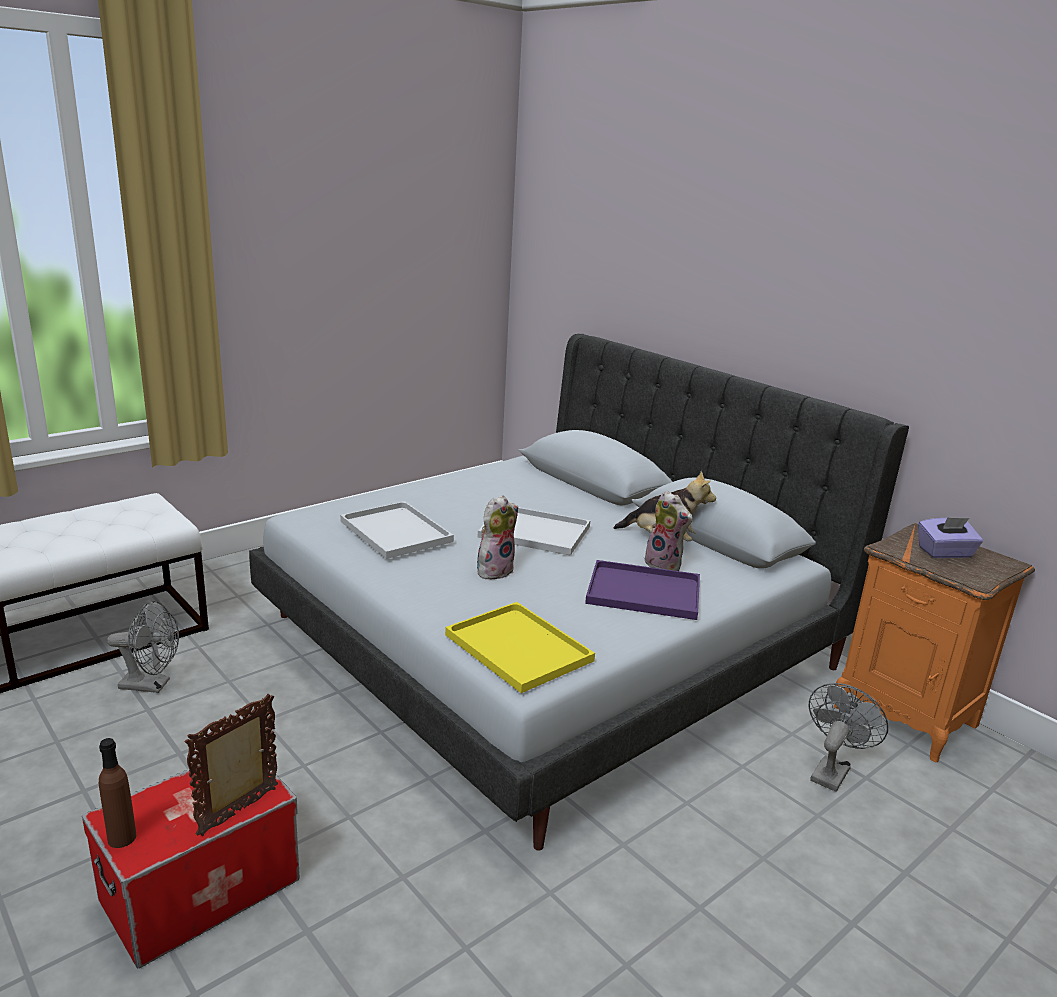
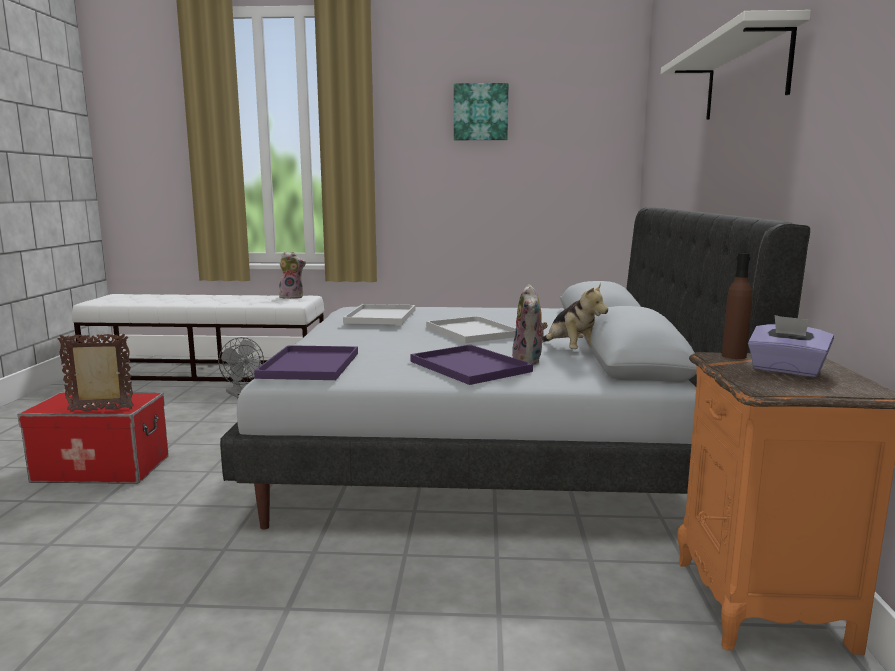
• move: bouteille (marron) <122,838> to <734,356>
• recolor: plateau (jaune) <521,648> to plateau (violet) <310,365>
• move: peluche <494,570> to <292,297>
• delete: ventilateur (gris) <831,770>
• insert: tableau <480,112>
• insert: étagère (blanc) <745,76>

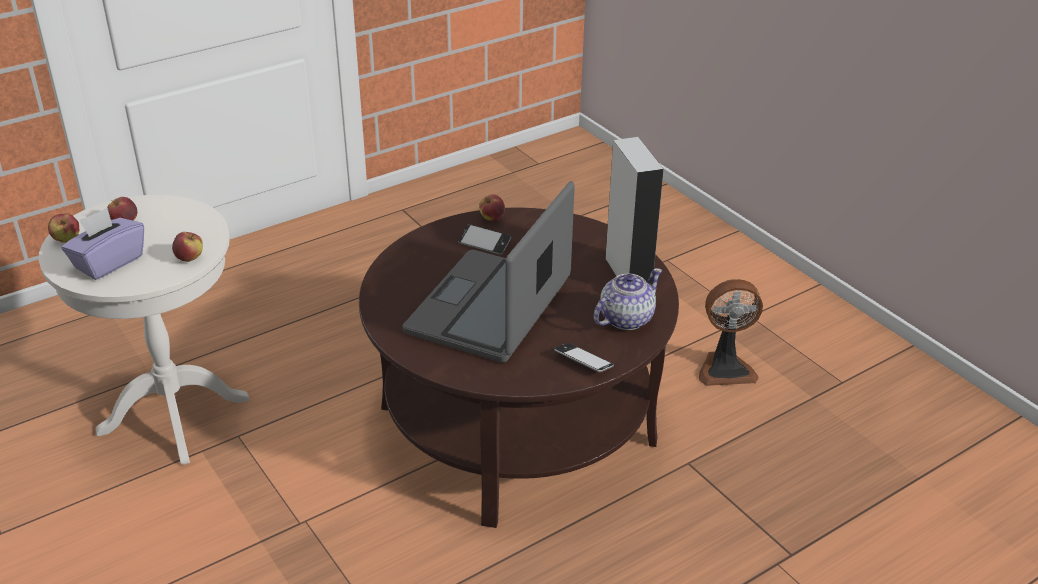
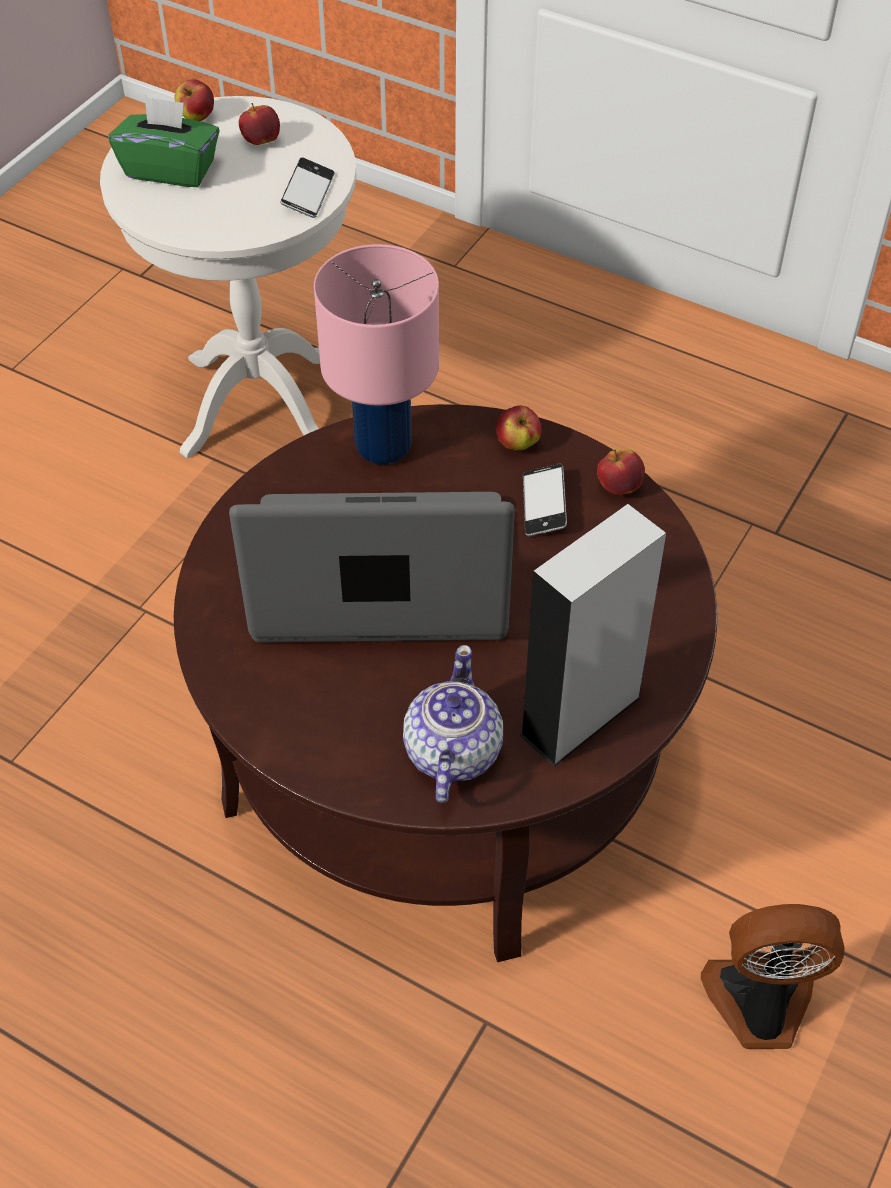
• recolor: boîte à mouchoirs (violet) <108,262> to boîte à mouchoirs (vert) <170,169>
• move: pomme <190,258> to <517,444>
• move: téléphone <583,362> to <308,193>
• rotate: théière <625,319> = <451,753> 105 degrees counterclockwise
• rotate: ventilateur <725,368> = <760,1005> 120 degrees clockwise
• insert: lampe de table (rose) <383,445>

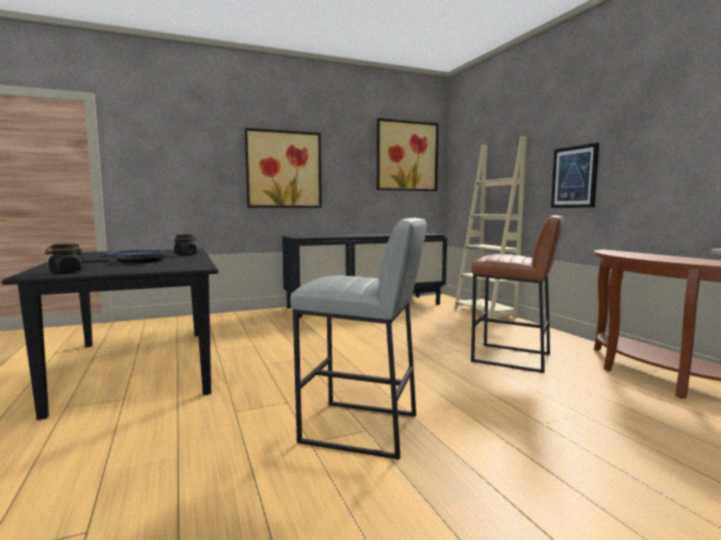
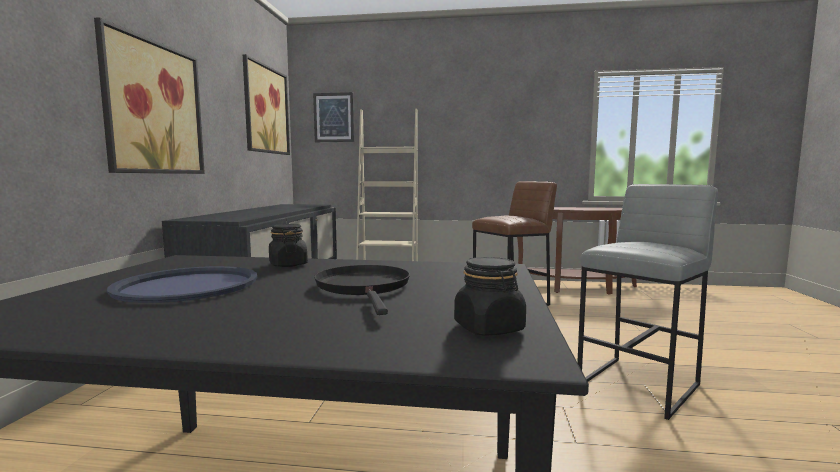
• move: tableau <574,177> to <334,117>

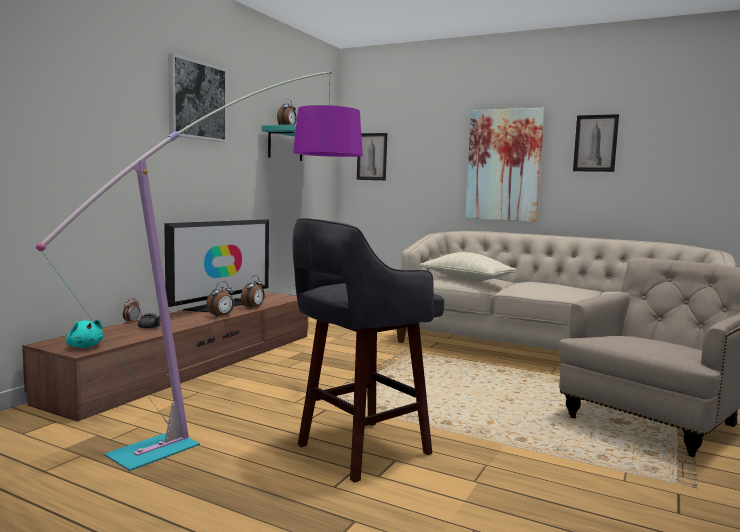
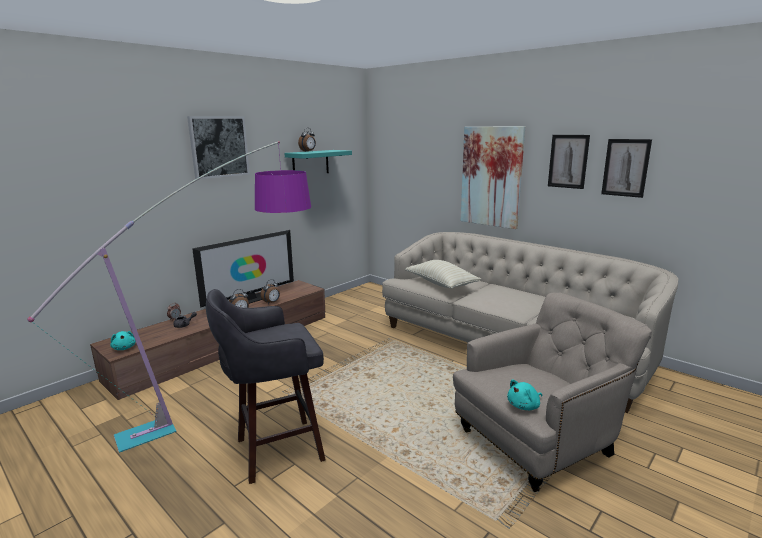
• move: tableau <372,156> to <625,167>
• insert: peluche (turquoise) <524,406>

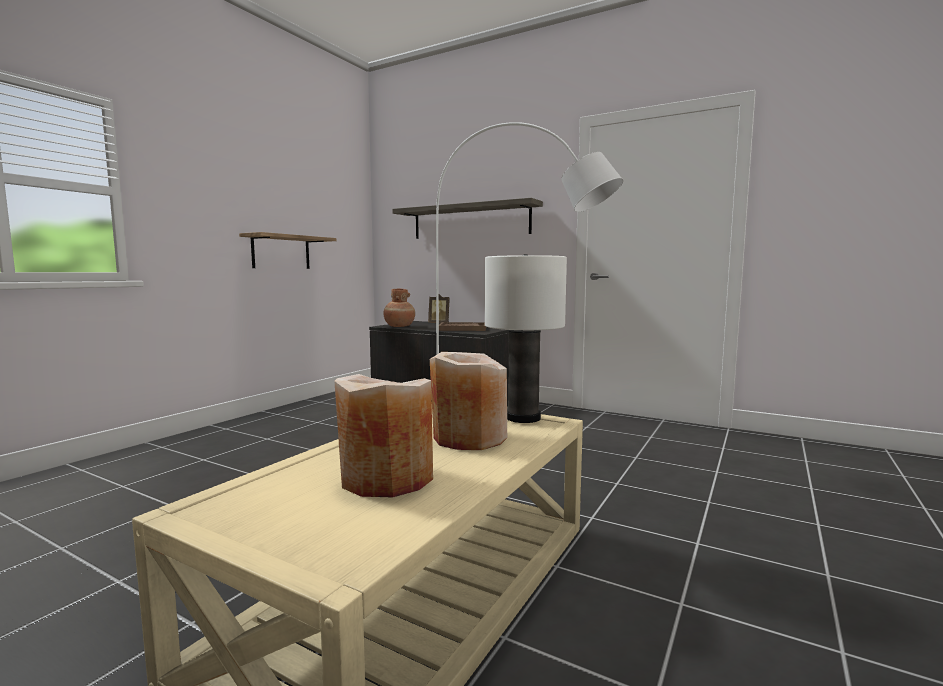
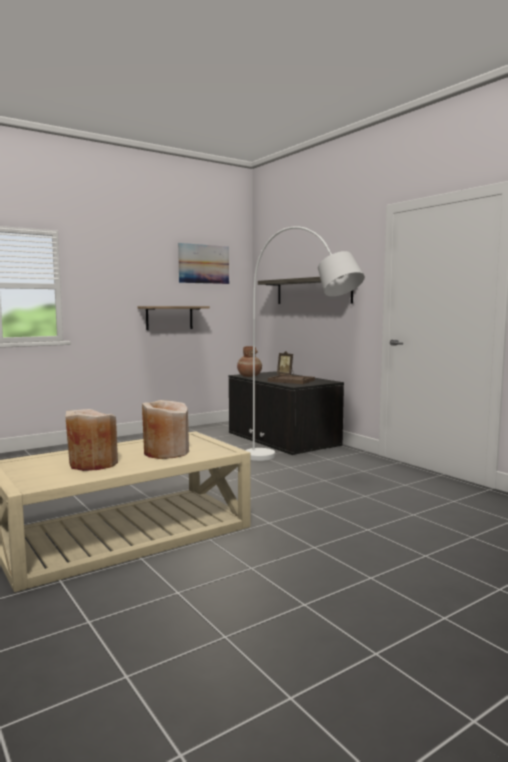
• delete: lampe de table (blanc) <523,418>
• insert: tableau <204,264>

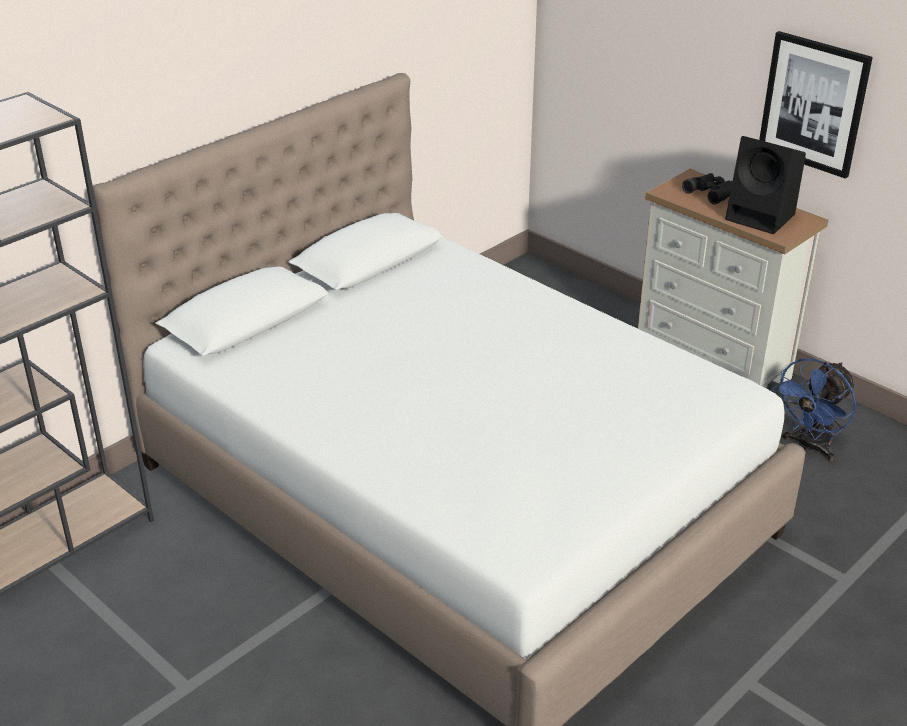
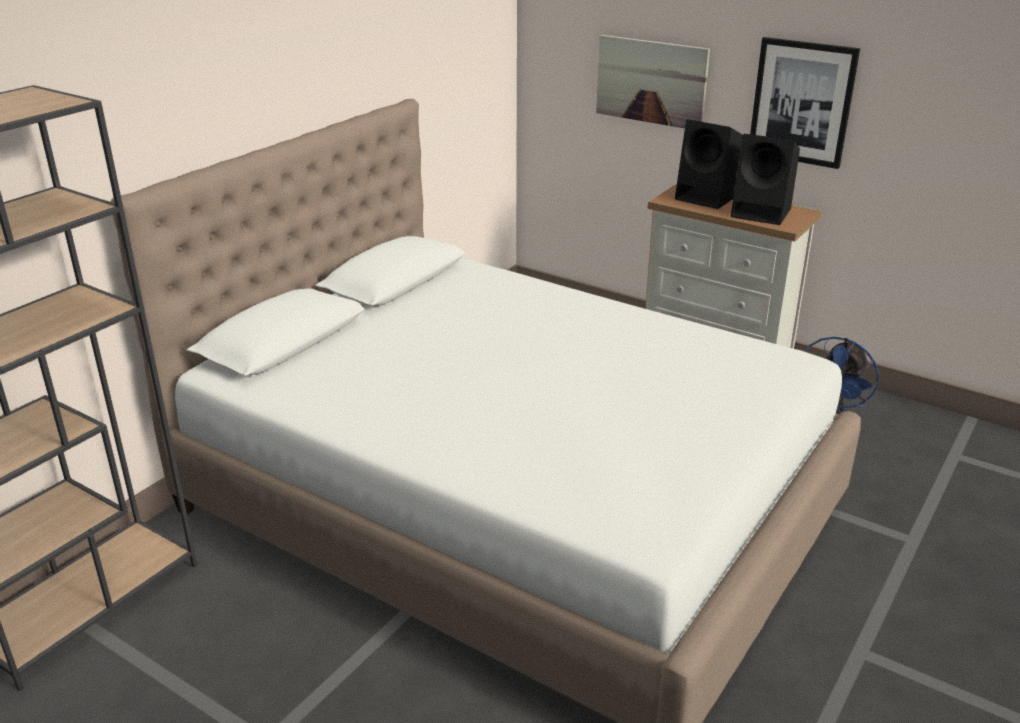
• replace: jumelles (noir) <712,192> to enceinte (noir) <708,197>
• insert: tableau <651,81>

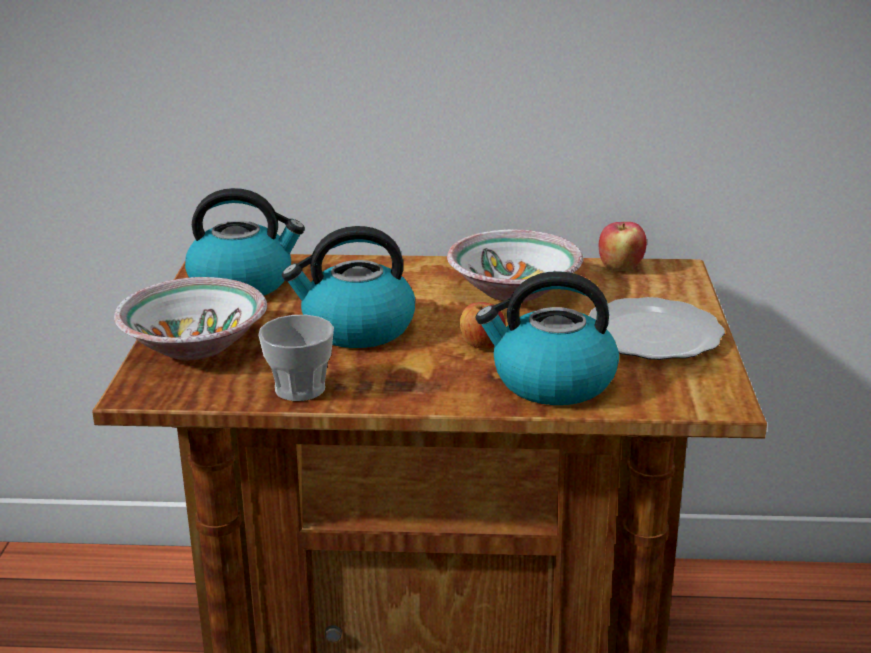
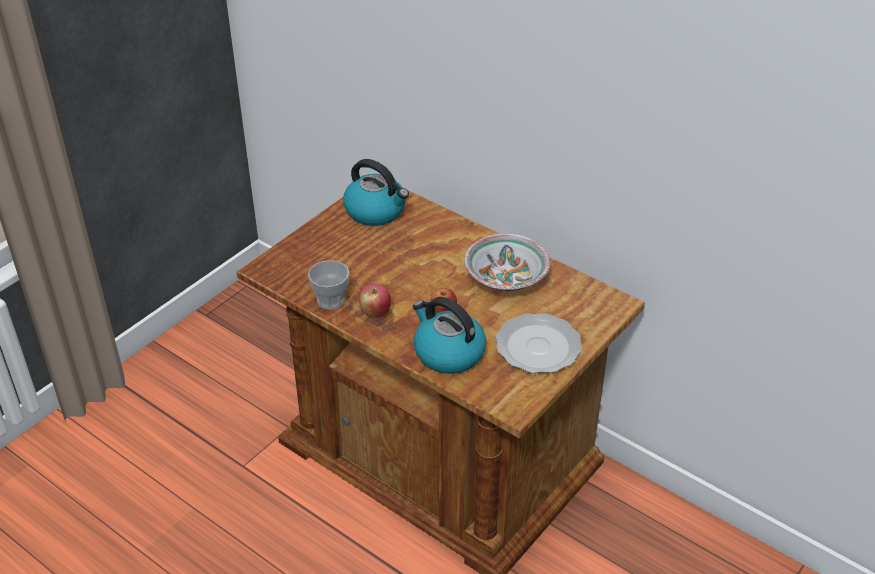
• delete: bol <196,345>
• delete: bouilloire <356,329>
• move: pomme <620,267> to <375,312>

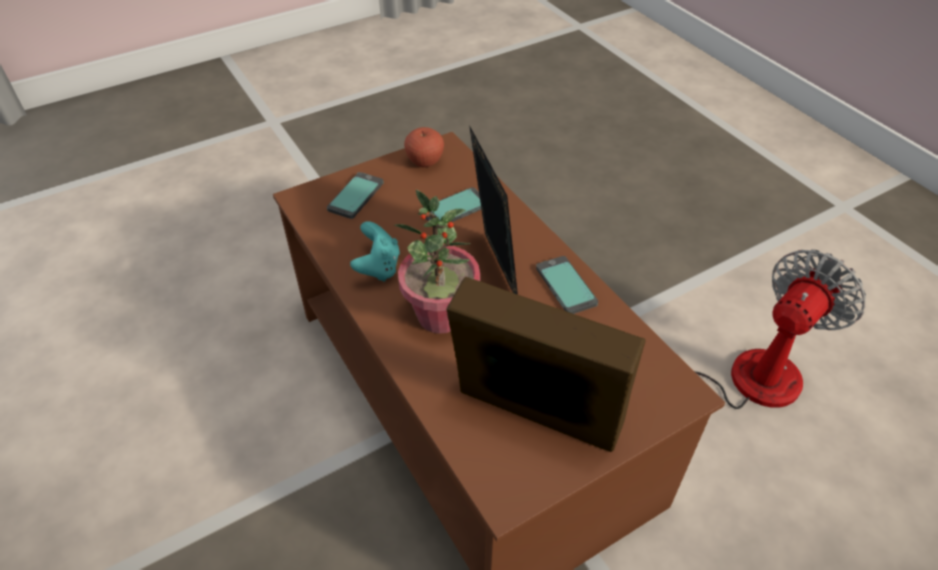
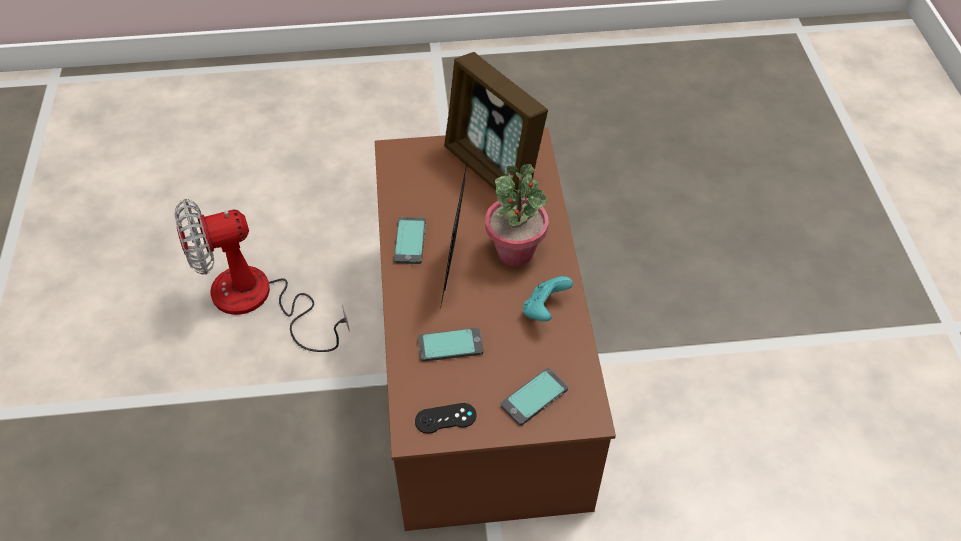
• replace: pomme <425,162> to manette (noir) <445,418>

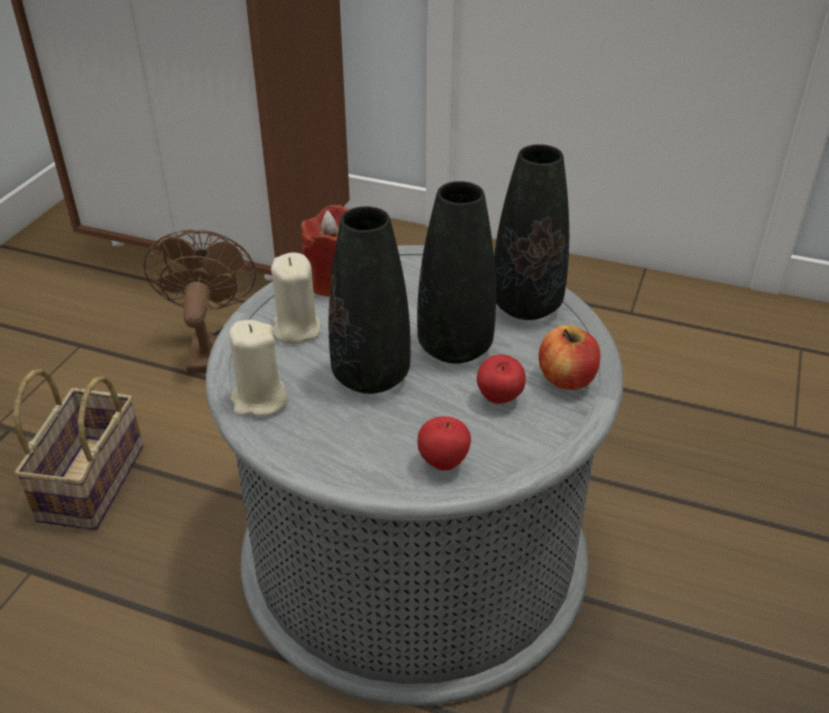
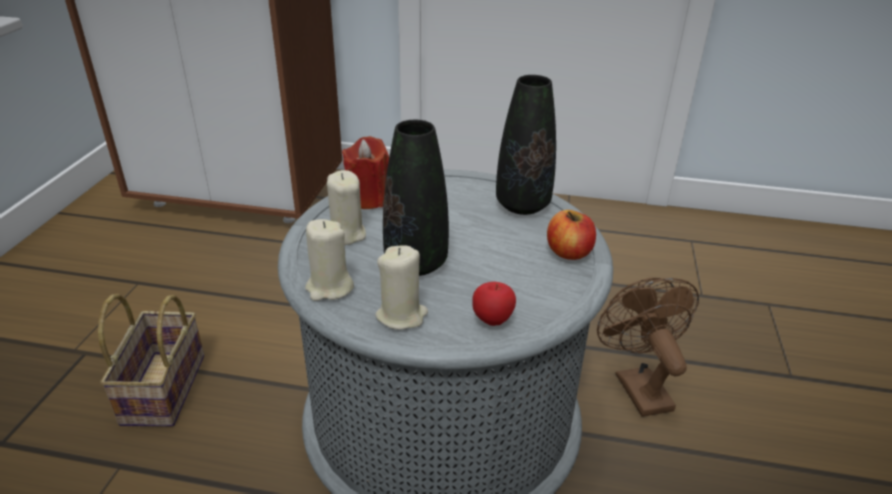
• move: ventilateur (marron) <209,347> to <637,385>
• delete: vase (noir) <455,348>
• delete: pomme <499,400>
• insert: bougie (beige) <401,315>

